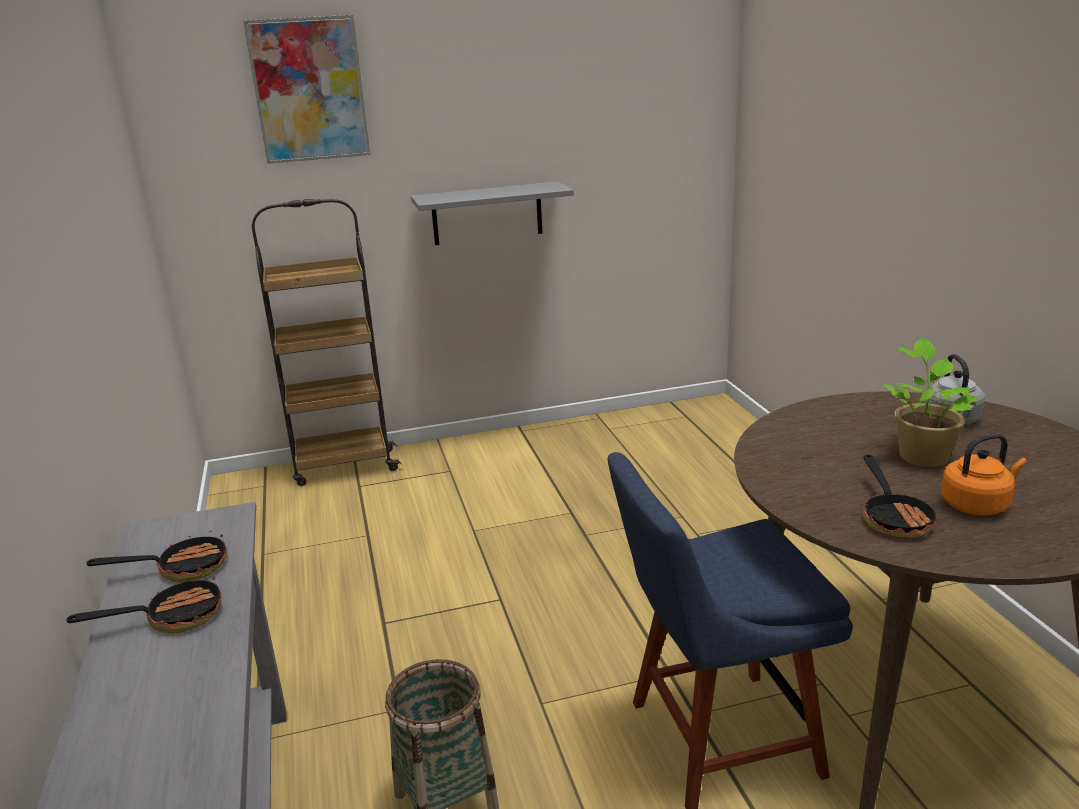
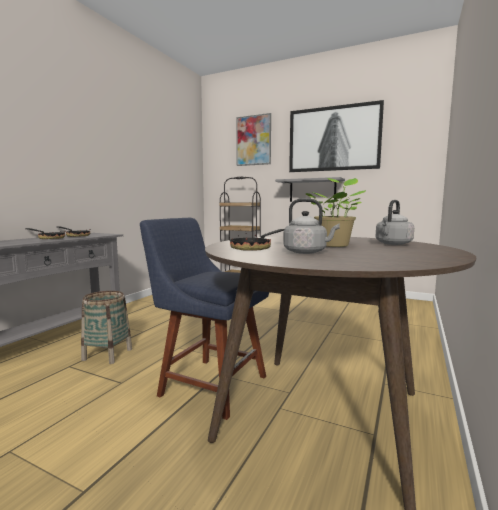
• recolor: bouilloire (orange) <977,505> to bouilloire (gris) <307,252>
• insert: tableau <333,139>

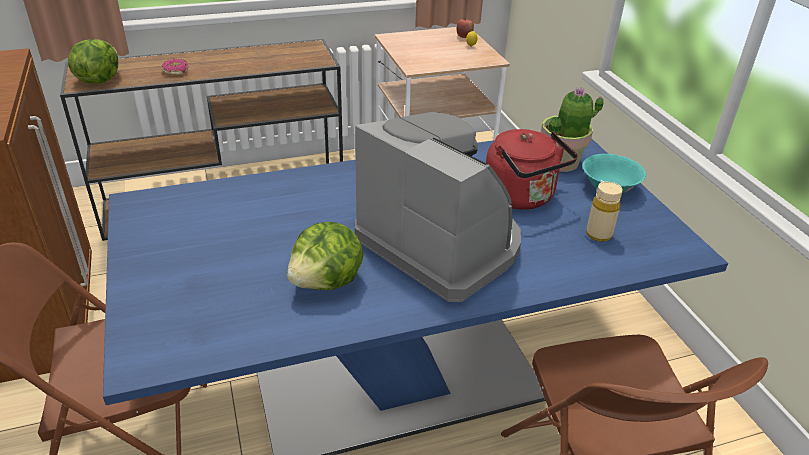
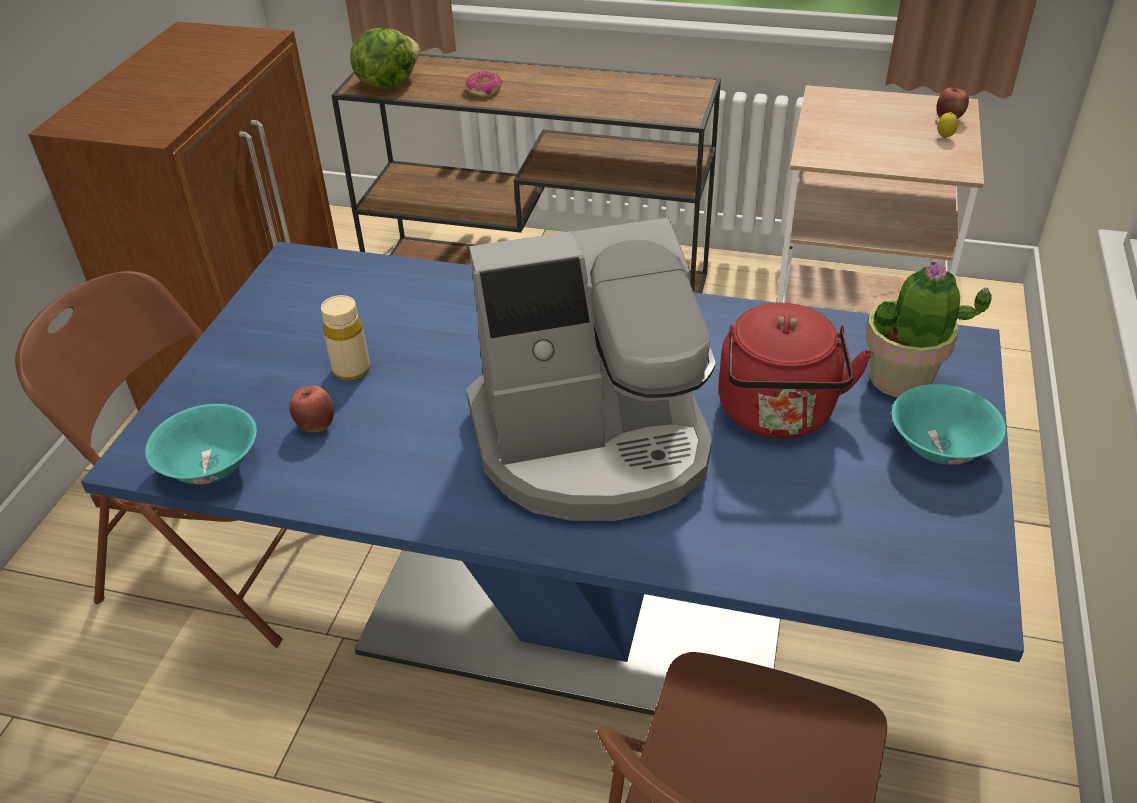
• delete: laitue <327,282>
• rotate: machine à café <442,244> = <593,443> 90 degrees clockwise
• move: bouteille (beige) <598,234> to <351,370>
• insert: bol (turquoise) <211,467>
• insert: pomme <316,425>

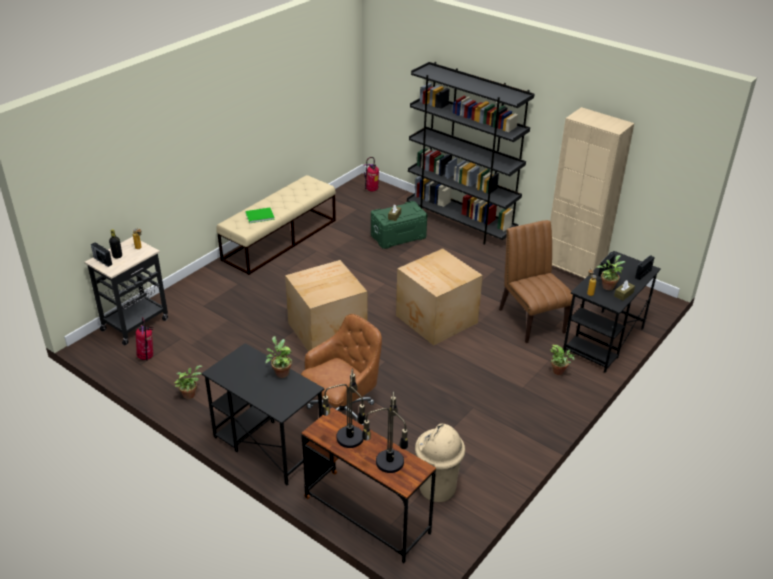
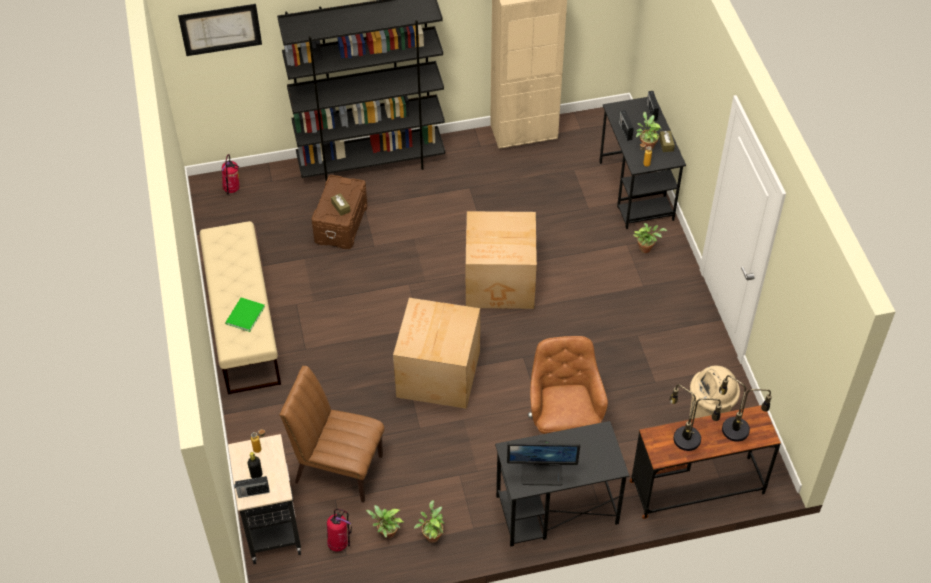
• move: plante en pot <280,372> to <386,533>
• recolor: boîte de rangement (vert) <398,237> to boîte de rangement (marron) <342,224>
• move: chaise (marron) <531,321> to <339,469>
• insert: tableau <220,29>
• insert: écran d'ordinateur <542,472>

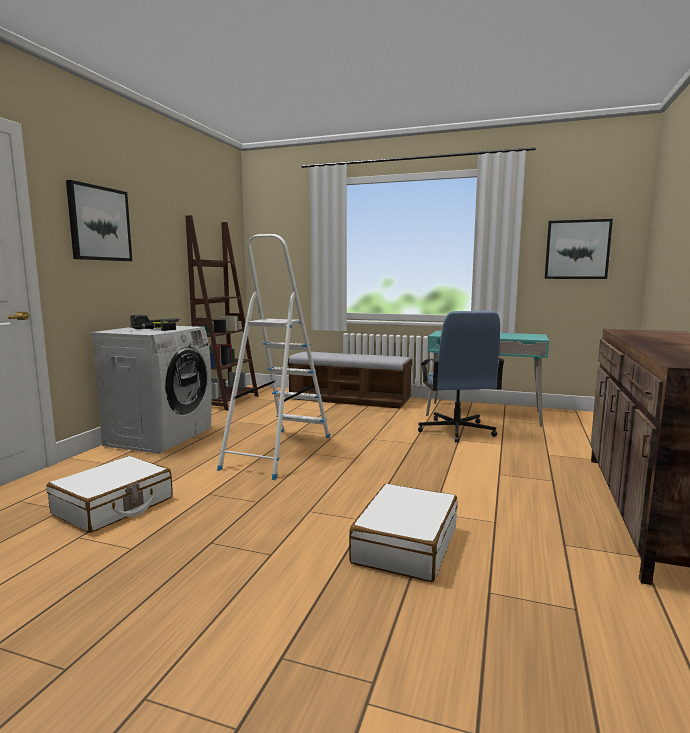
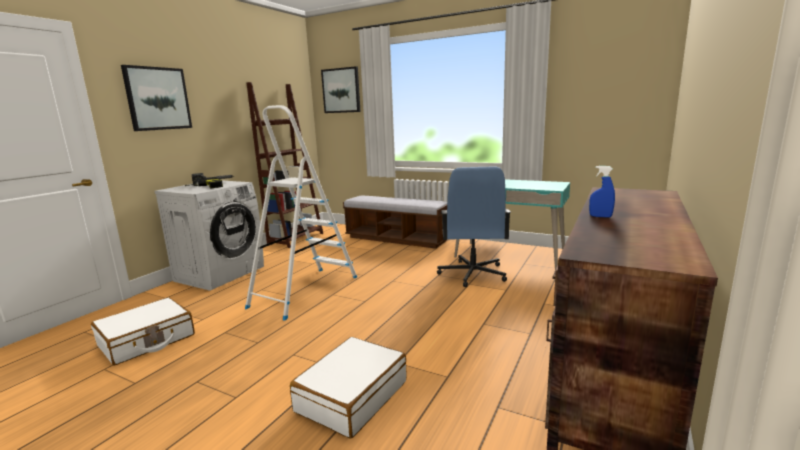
• move: tableau <577,249> to <341,90>
• insert: vaporisateur (bleu) <600,216>

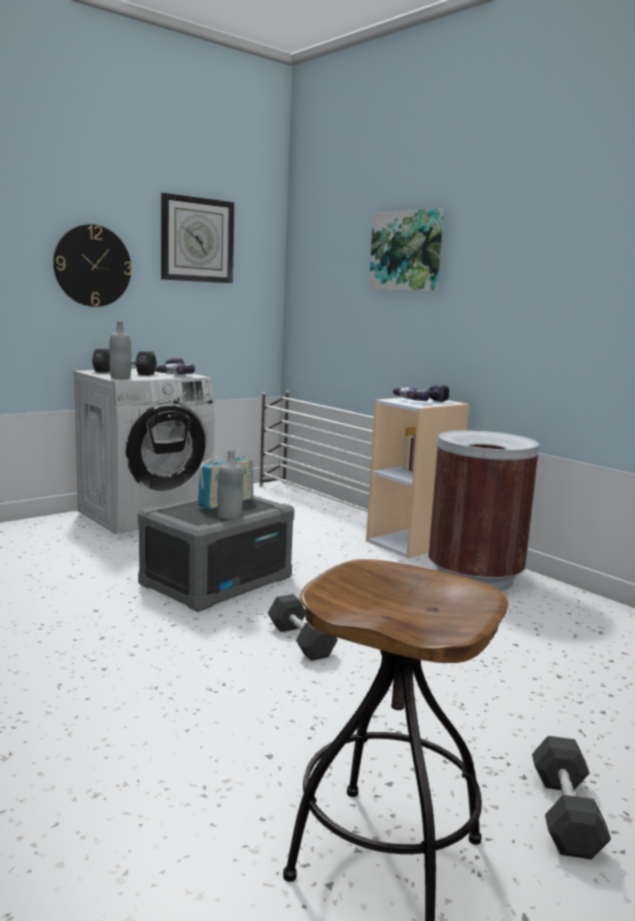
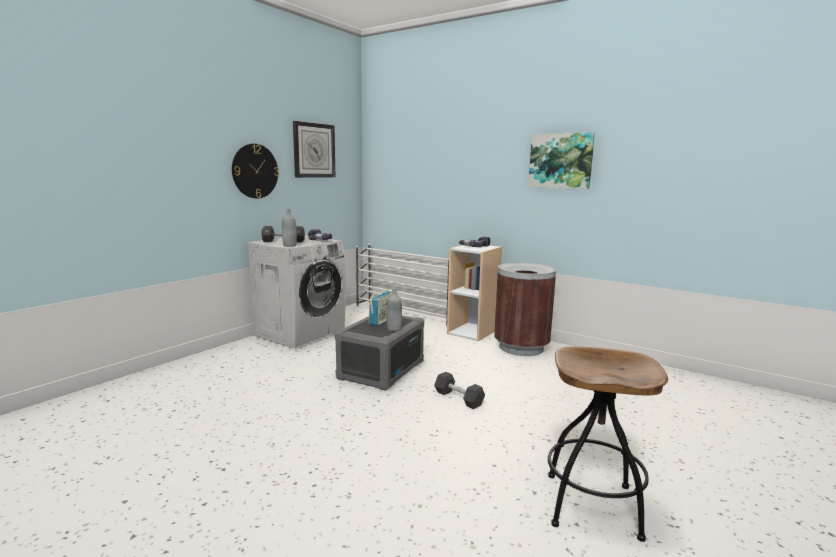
• move: tableau <407,251> to <561,160>
• delete: haltère (noir) <565,814>

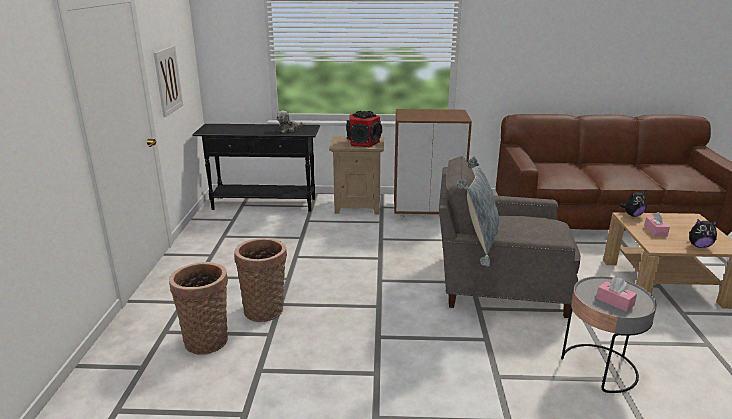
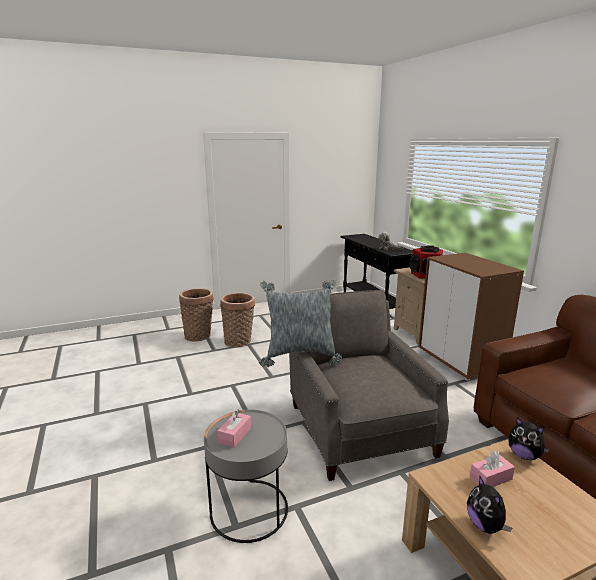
• delete: tableau <168,80>

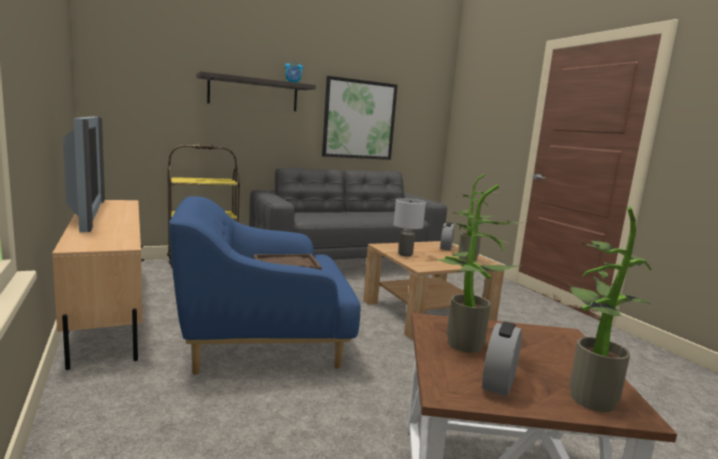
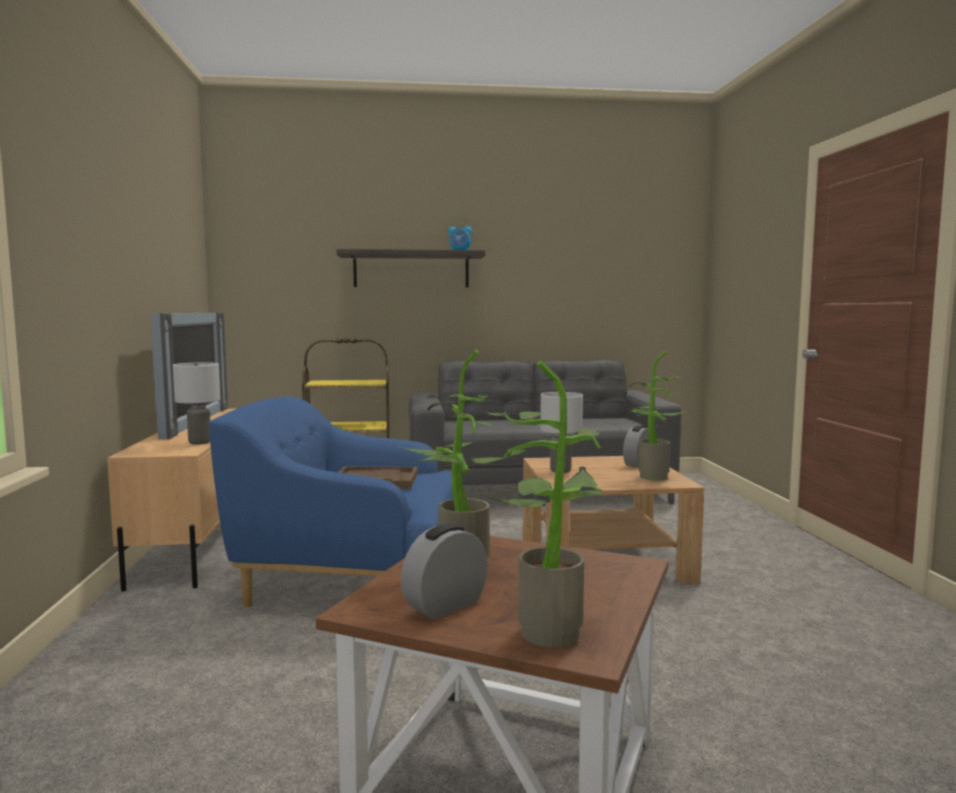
• delete: tableau <359,119>
• insert: lampe de table (blanc) <199,443>

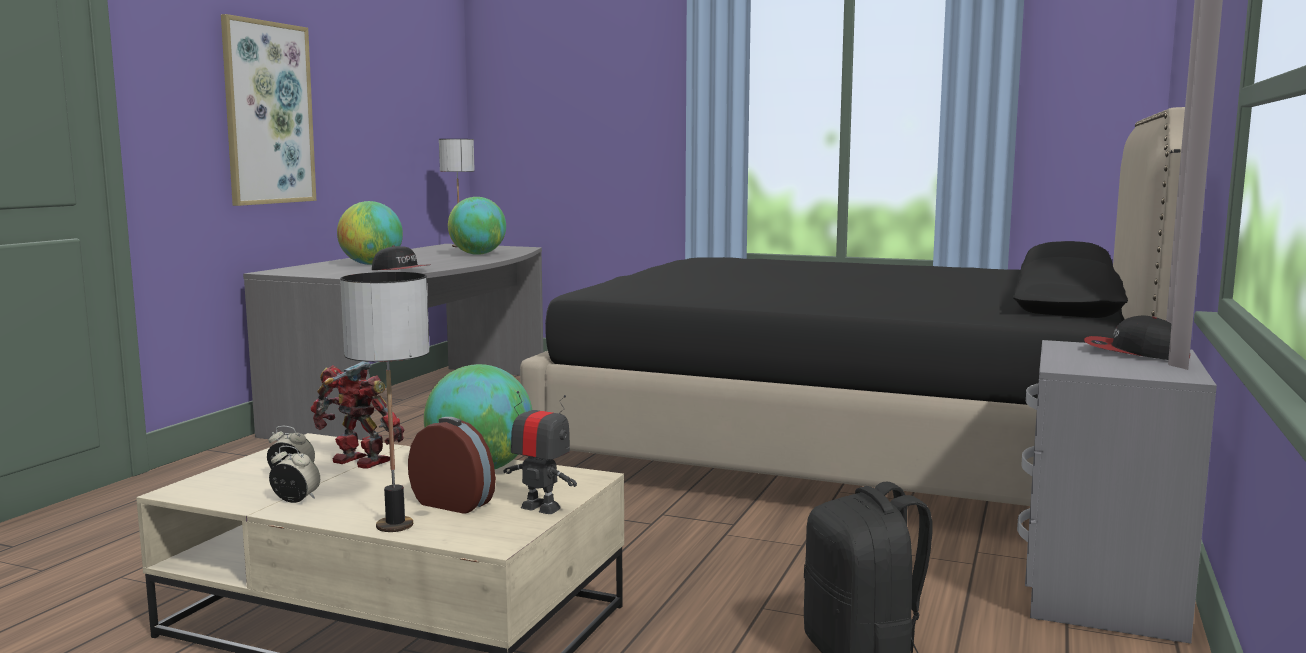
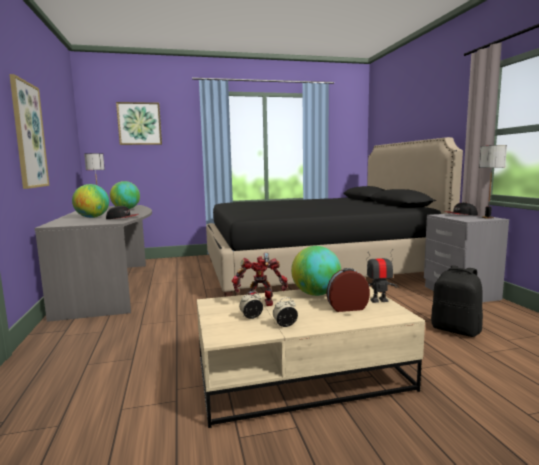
• move: lampe de table <395,526> to <488,217>
• insert: tableau <139,123>

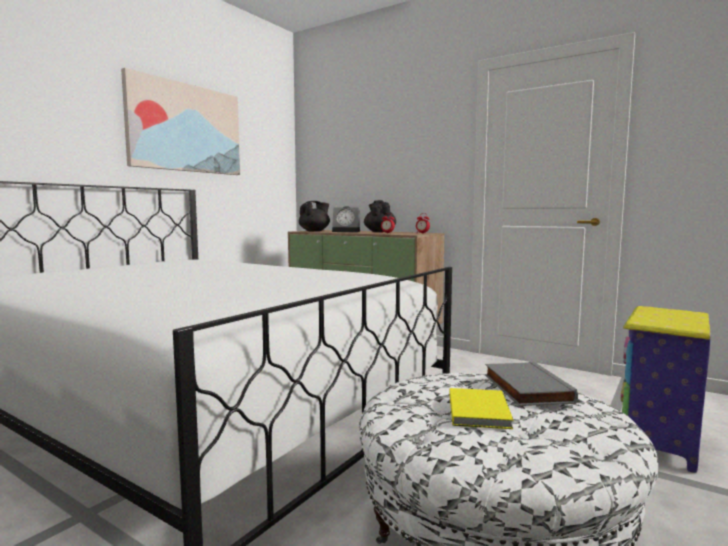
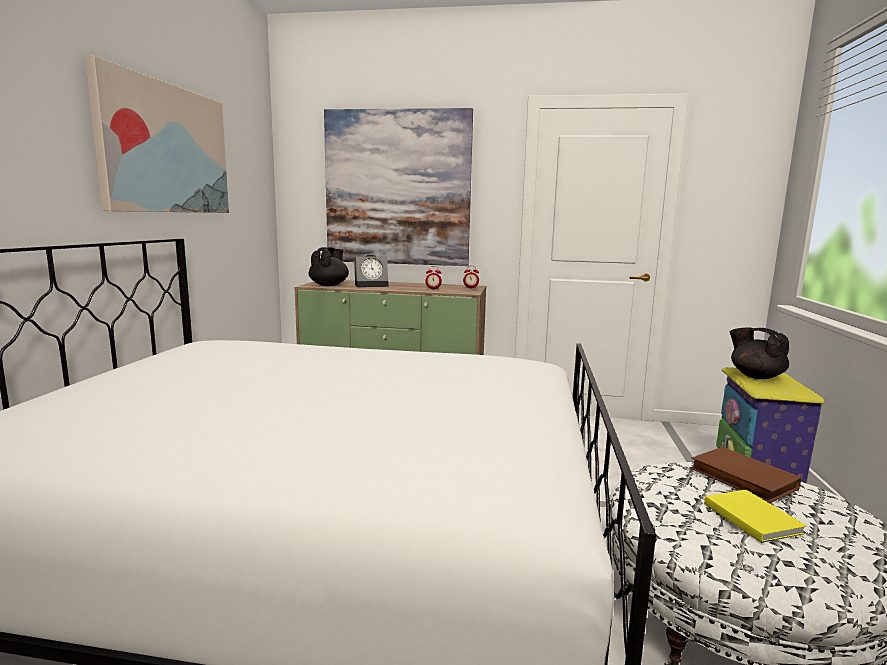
• move: théière (noir) <379,232> to <755,376>
• recolor: livre (gris) <524,388> to livre (marron) <740,479>
• insert: tableau <397,188>

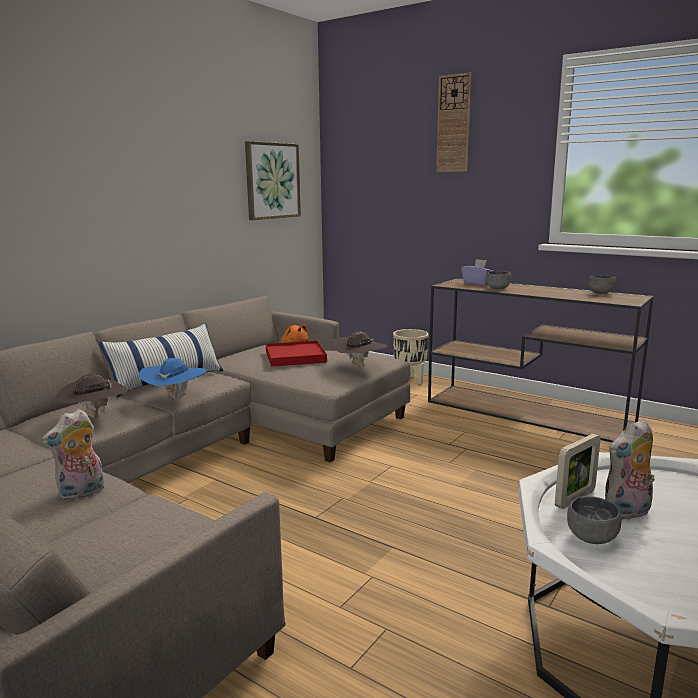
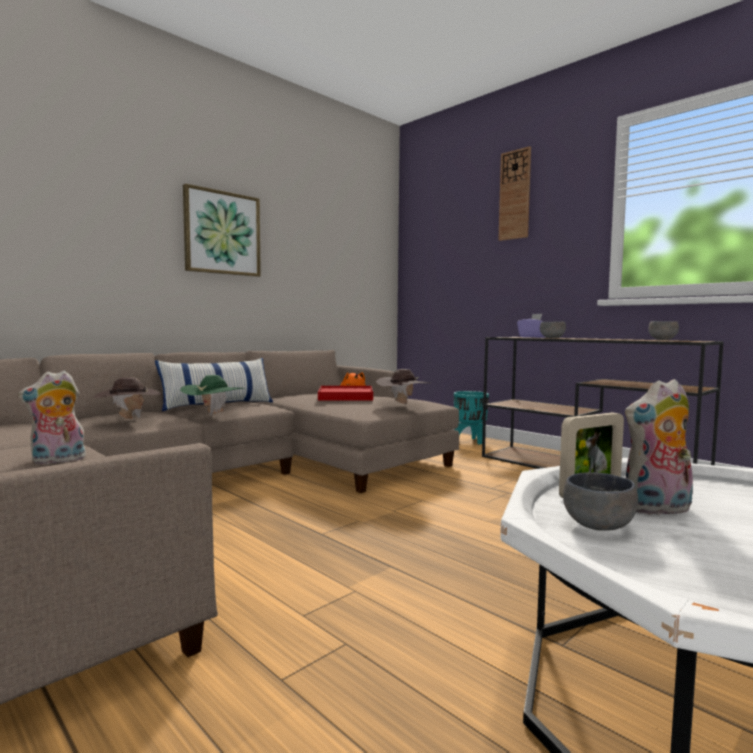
• recolor: chapeau (bleu) <175,398> to chapeau (vert) <213,414>
• move: tableau <272,181> to <222,233>
• recolor: cache-pot (beige) <410,380> to cache-pot (turquoise) <470,441>

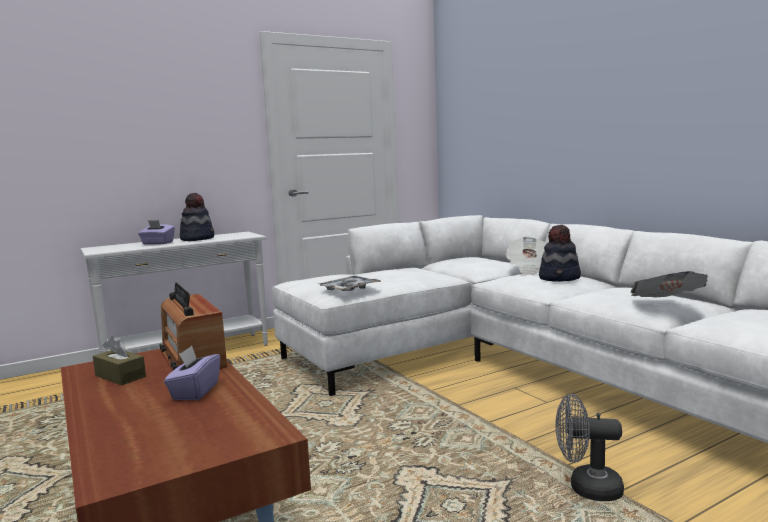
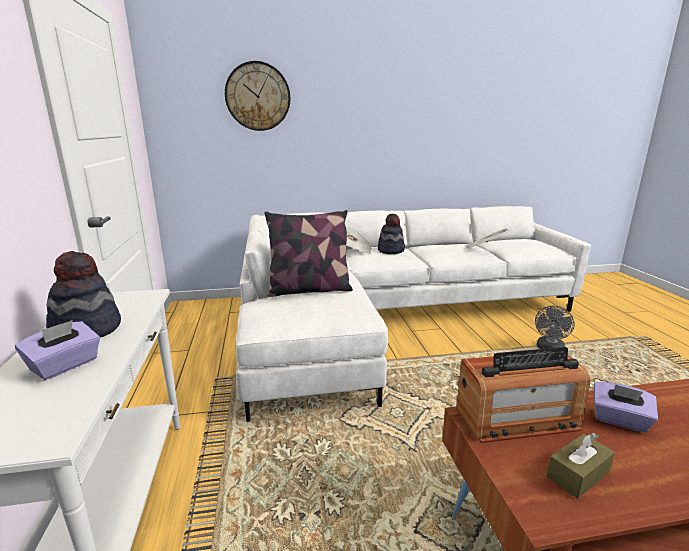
• delete: plateau <349,289>
• insert: horloge murale <258,96>
• insert: coussin <309,290>

